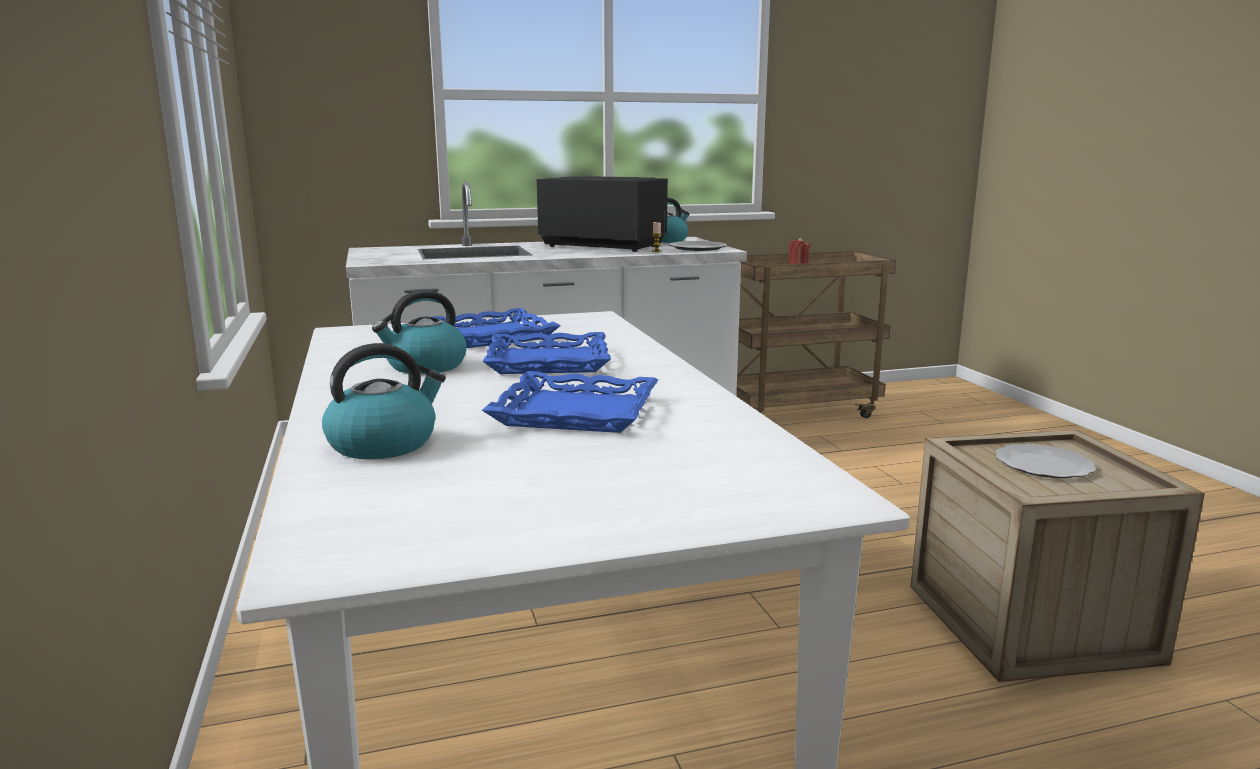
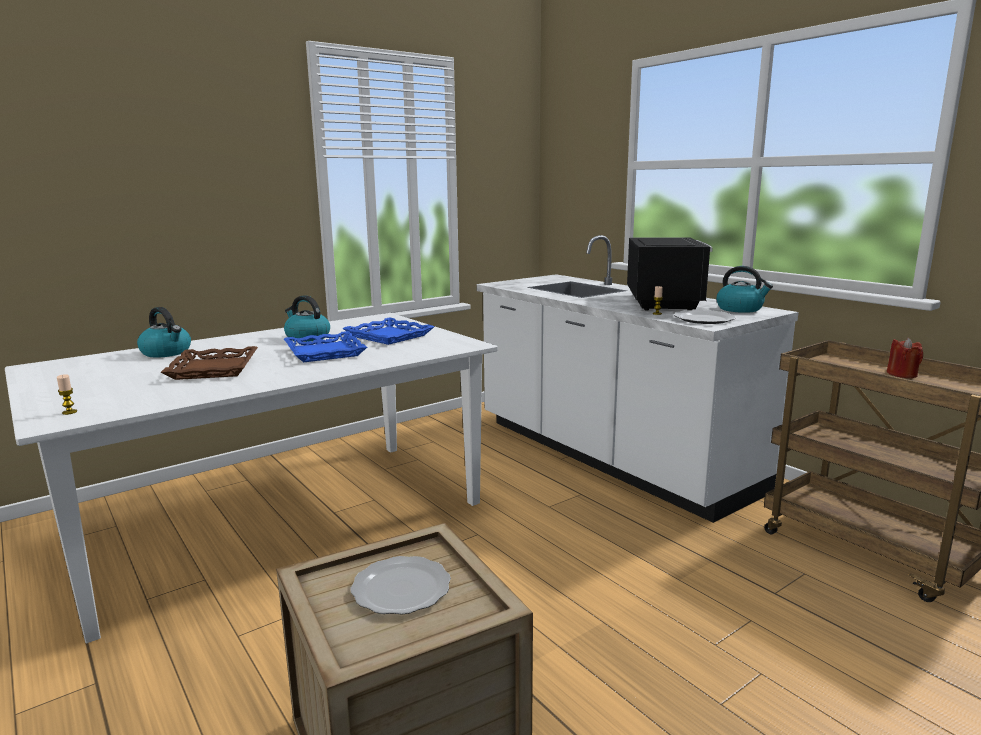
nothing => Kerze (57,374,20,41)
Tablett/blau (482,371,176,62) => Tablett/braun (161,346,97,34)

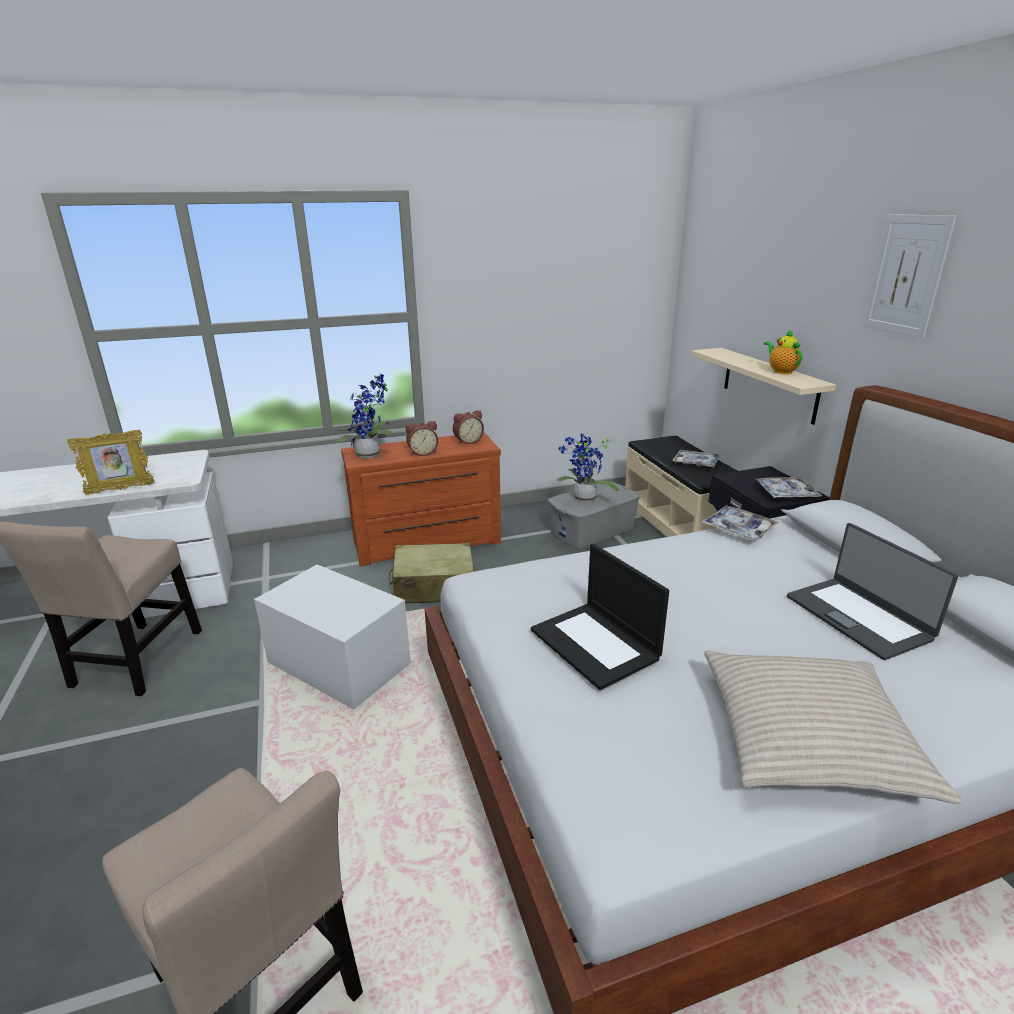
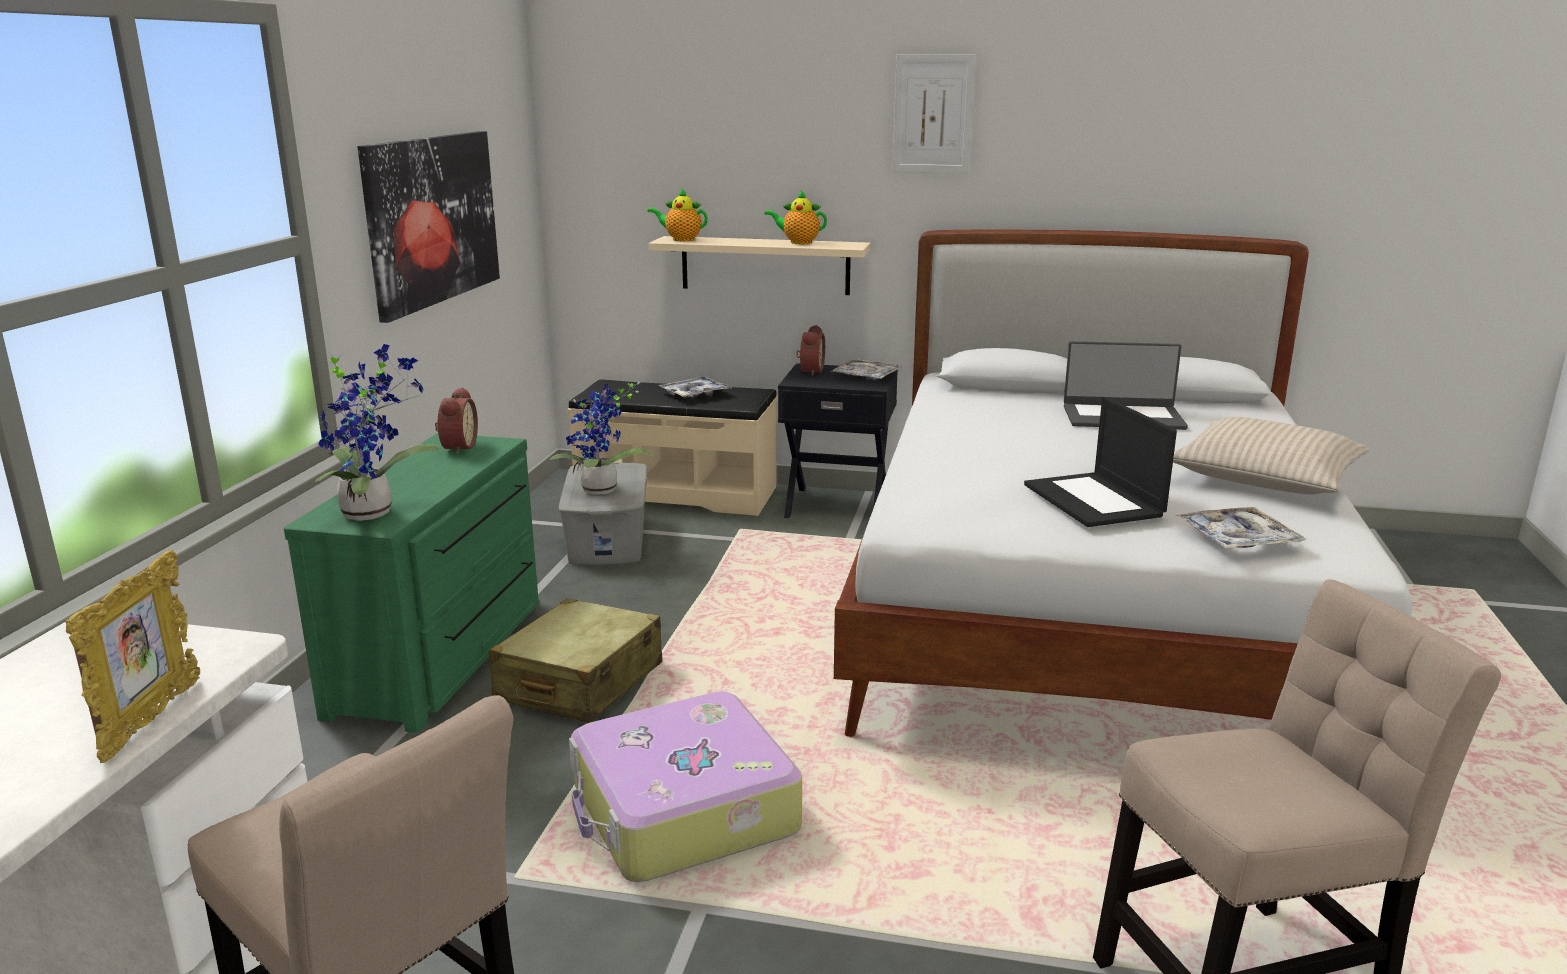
Kommode/braun (341,432,160,135) => Kommode/grün (284,433,255,300)
nothing => Bild (358,131,142,192)
Aufbewahrungsbox/weiß (254,565,157,144) => Koffer (569,691,233,191)
nothing => Teekanne (647,188,61,53)
Wecker (406,421,32,35) => Wecker (796,325,29,51), relocated
Laptop (531,543,138,147) => Laptop (1024,397,153,130), 75 degrees clockwise
Tablett (701,505,79,36) => Tablett (1175,507,131,42), relocated

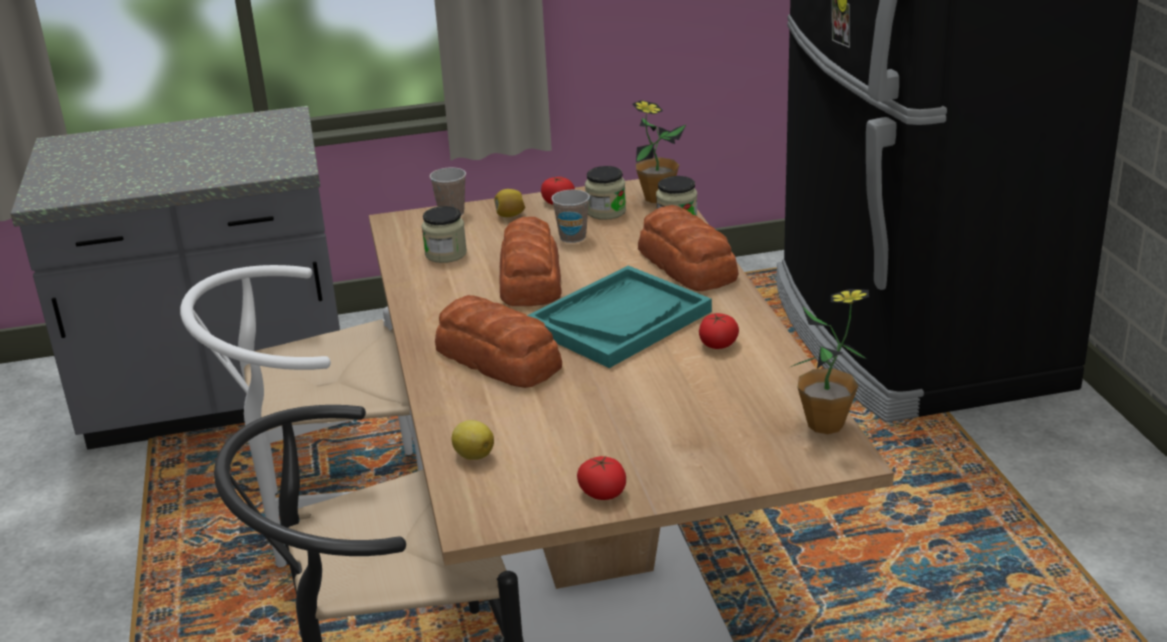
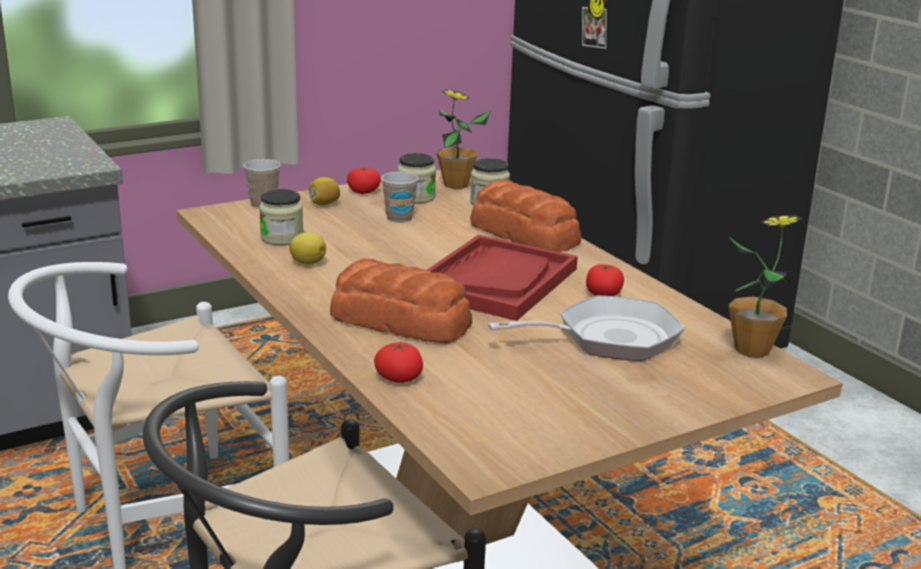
Zitrone (451,420,43,40) => Zitrone (289,233,37,32), relocated
Tomate (577,456,49,44) => Tomate (374,341,49,42), relocated
Tablett/türkis (527,266,185,102) => Tablett/rot (427,235,151,86)
nothing => Pfanne (488,295,197,66)
Brot (499,217,62,89) => nothing

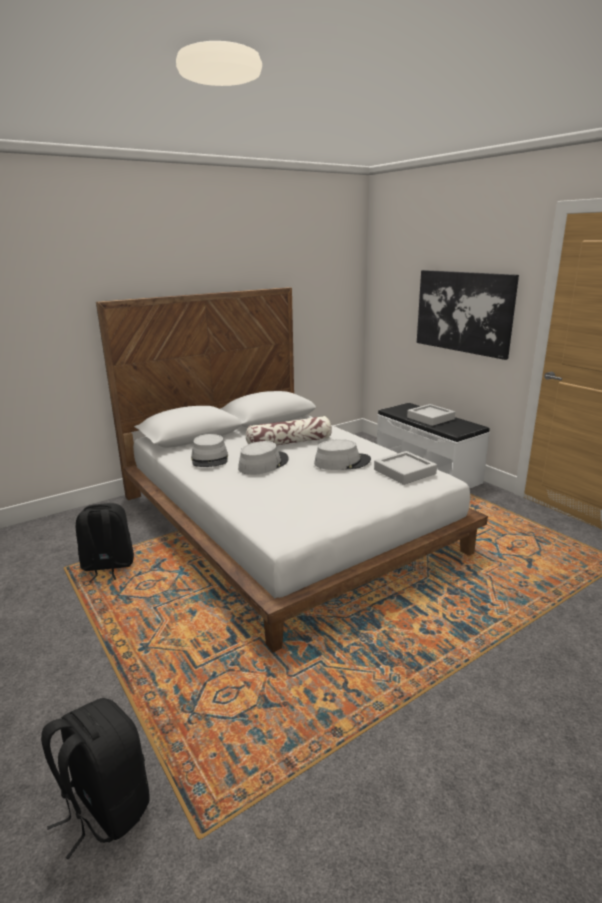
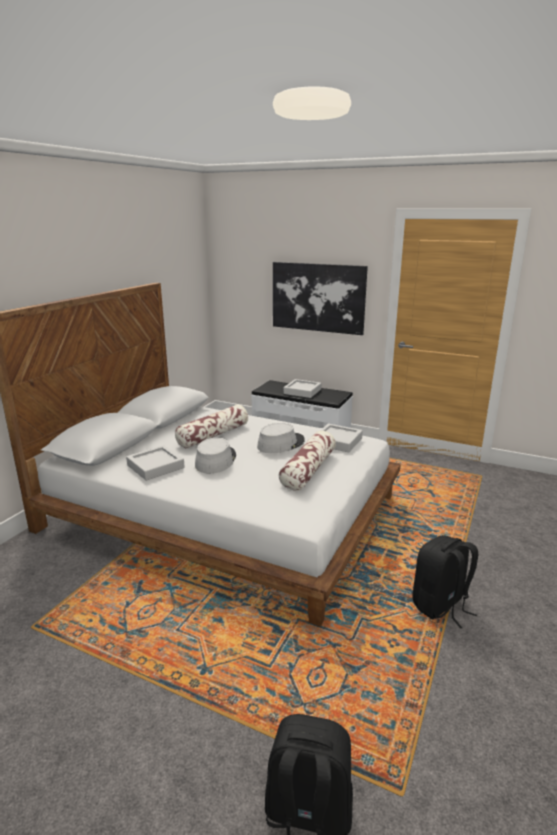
Hut/grau (191,434,37,33) => Tablett/grau (126,445,59,36)
nothing => Kissen (279,431,57,60)
Rucksack/schwarz (76,503,58,79) => Rucksack/schwarz (413,535,65,93), relocated

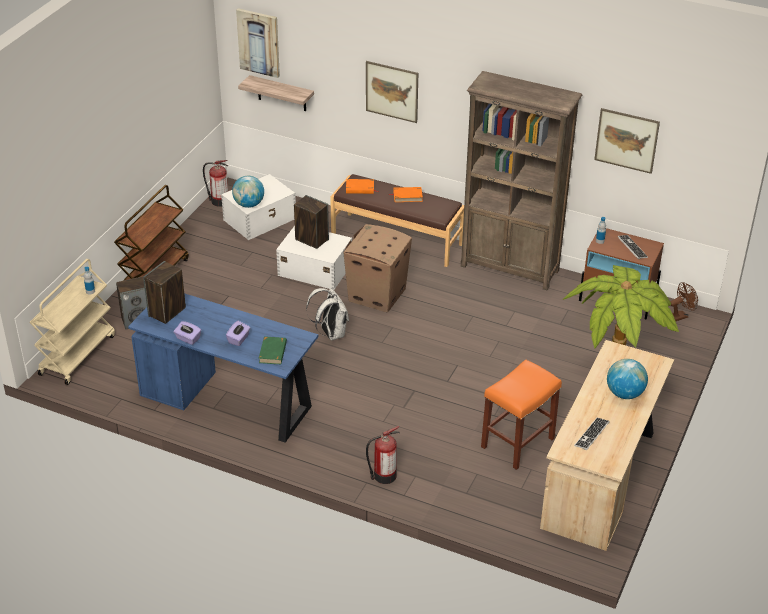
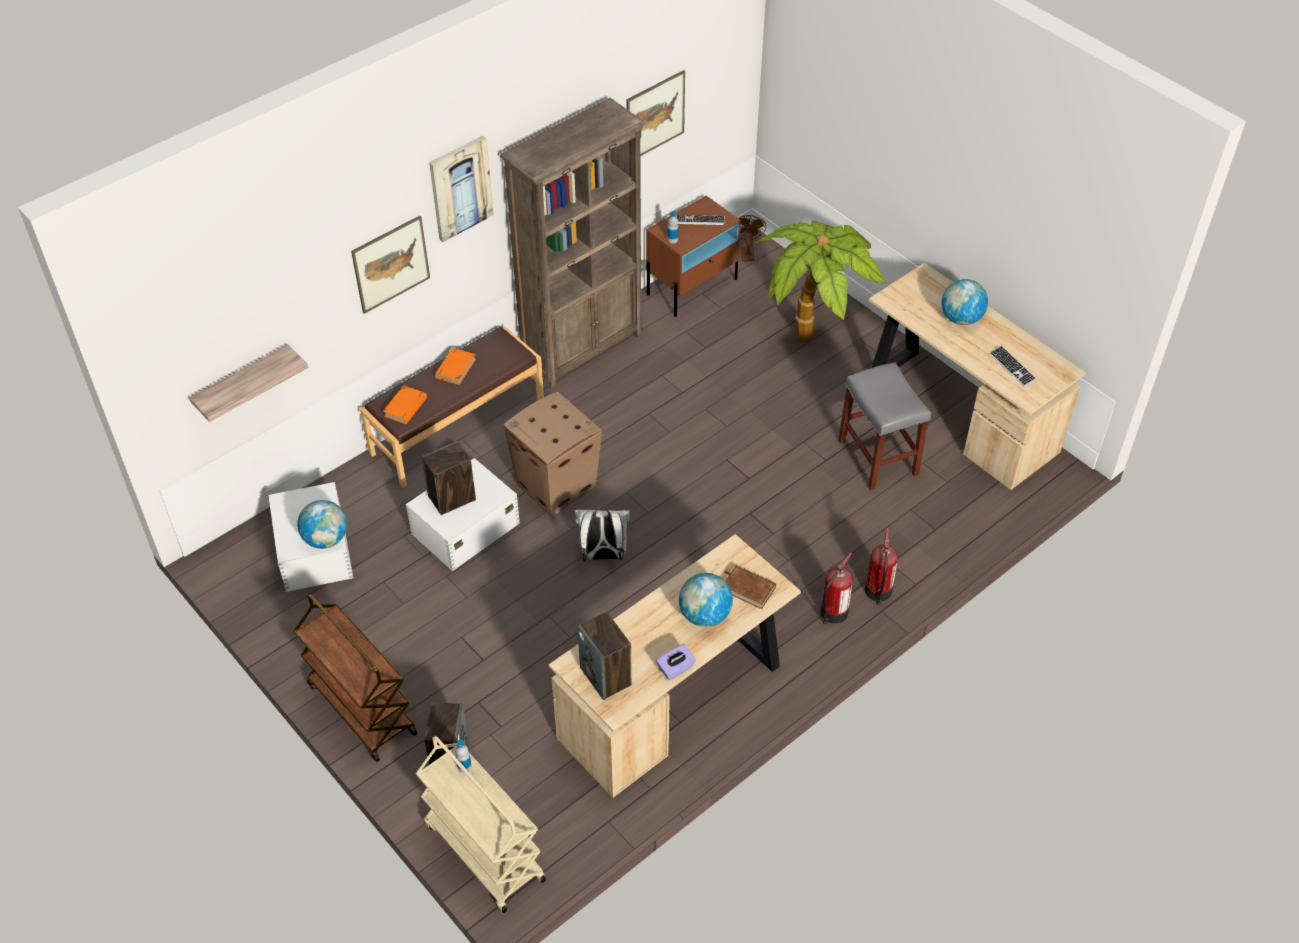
Bild (236,8,44,70) => Bild (429,136,65,106), relocated
Schreibtisch/blau (128,293,191,150) => Schreibtisch/beige (549,534,252,264)
Taschentuchbox/lila (226,321,24,25) => Globus (679,573,54,54)
Buch/grün (259,336,28,29) => Buch/braun (725,565,51,44)
Feuerlöscher (203,160,25,47) => Feuerlöscher (820,552,33,72), relocated
Hocker/orange (481,359,81,111) => Hocker/grau (838,362,93,128)

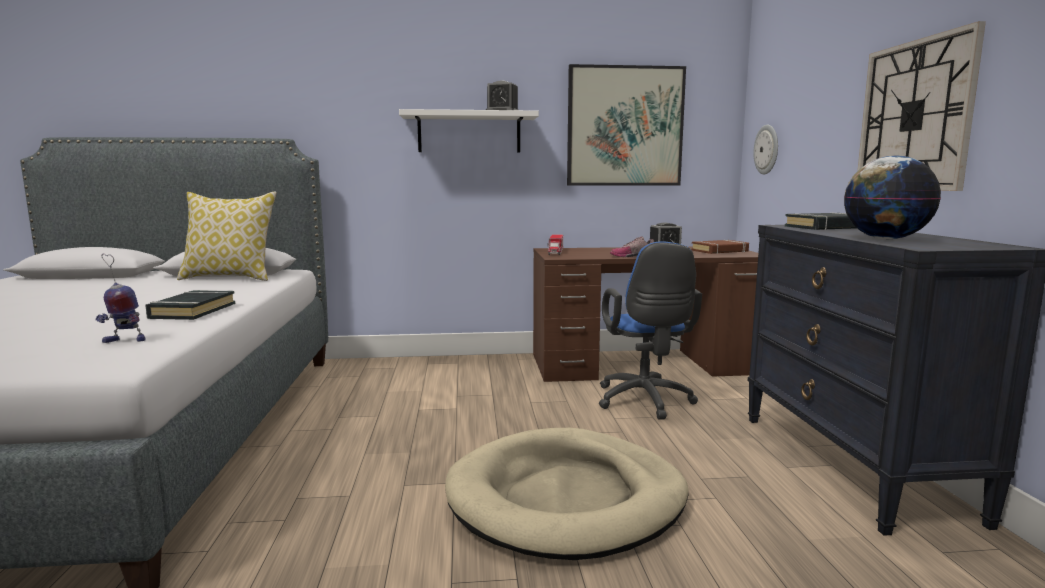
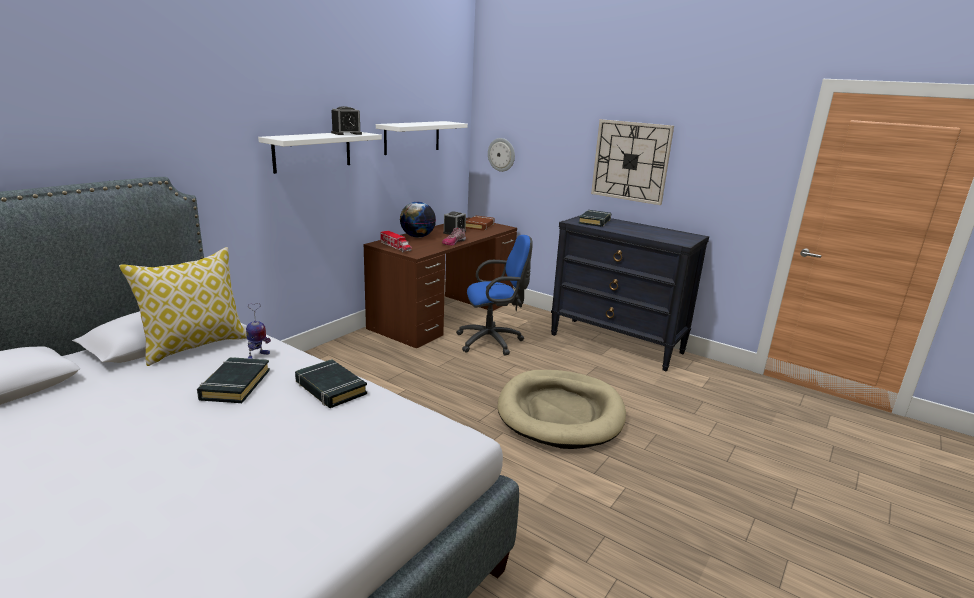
nothing => Buch/schwarz (197,357,73,46)
Spielzeugroboter (96,254,50,89) => Spielzeugroboter (246,303,25,56), relocated
Bild (567,64,119,122) => Wandregal/weiß (376,121,92,34)
Globus (844,155,97,84) => Globus (400,201,36,37), relocated
Bürostuhl/blau (599,241,103,179) => Bürostuhl/blau (456,235,77,120), 45 degrees counterclockwise

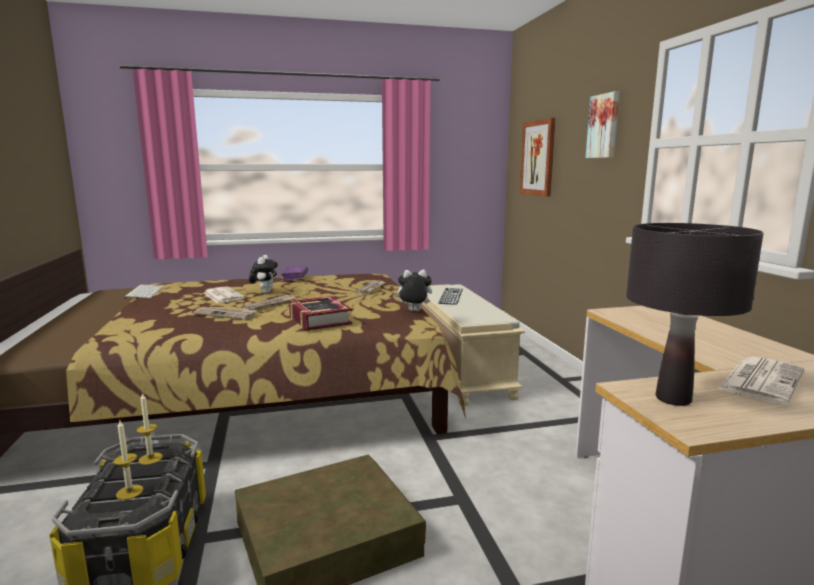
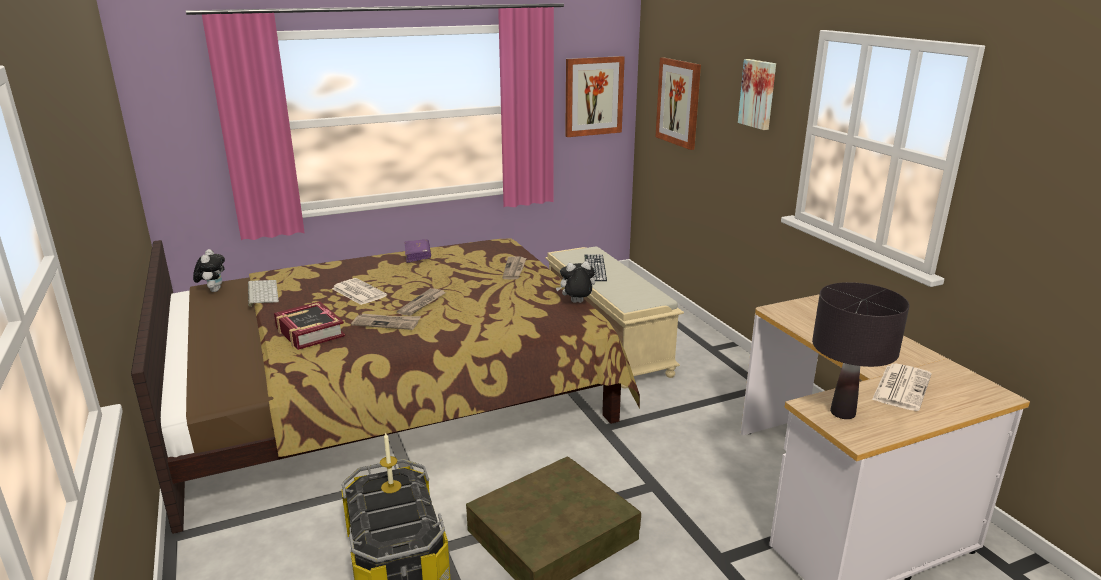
Plüschtier (249,255,29,39) => Plüschtier (193,249,32,43), relocated
Buch (289,296,63,35) => Buch (274,301,71,49), relocated
nothing => Bild (565,56,60,81)
Kerze (113,421,30,79) => nothing

